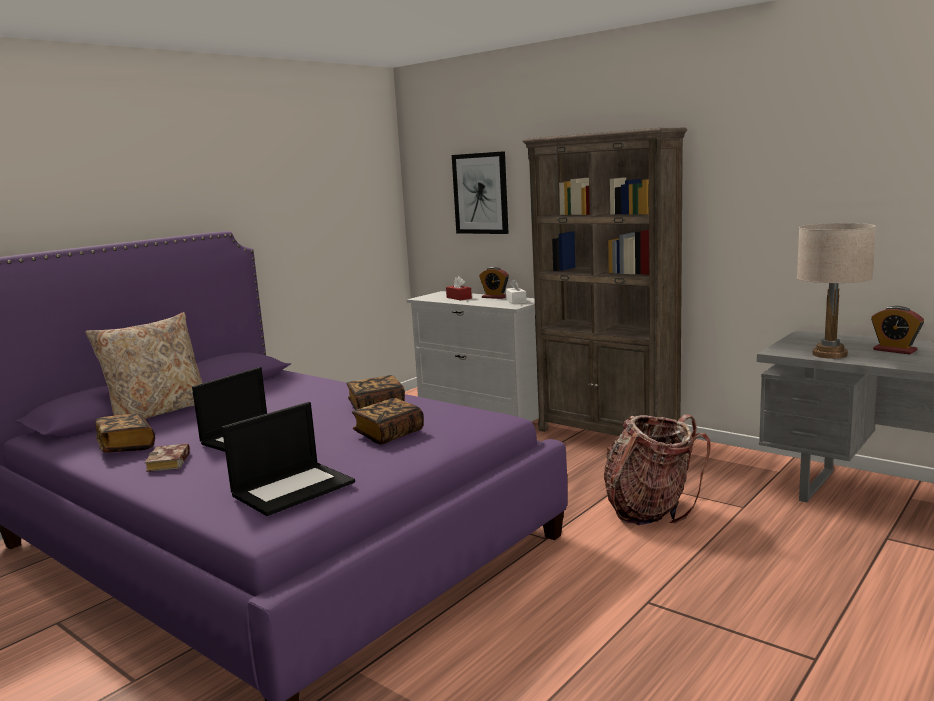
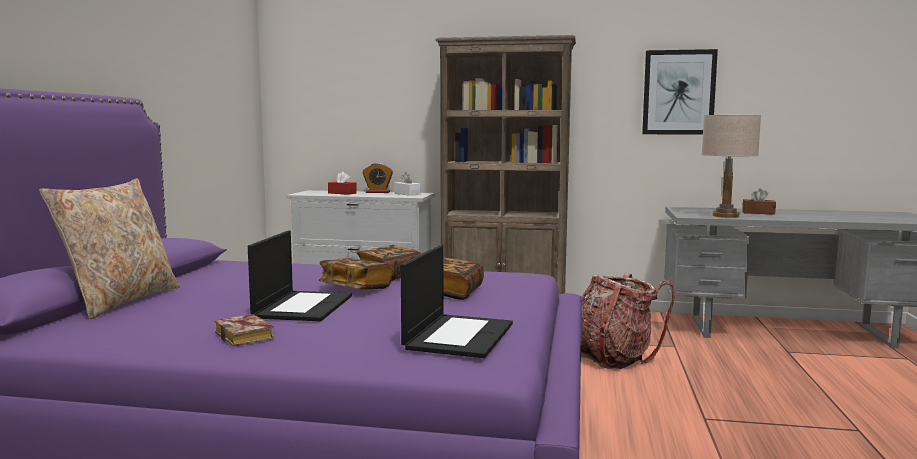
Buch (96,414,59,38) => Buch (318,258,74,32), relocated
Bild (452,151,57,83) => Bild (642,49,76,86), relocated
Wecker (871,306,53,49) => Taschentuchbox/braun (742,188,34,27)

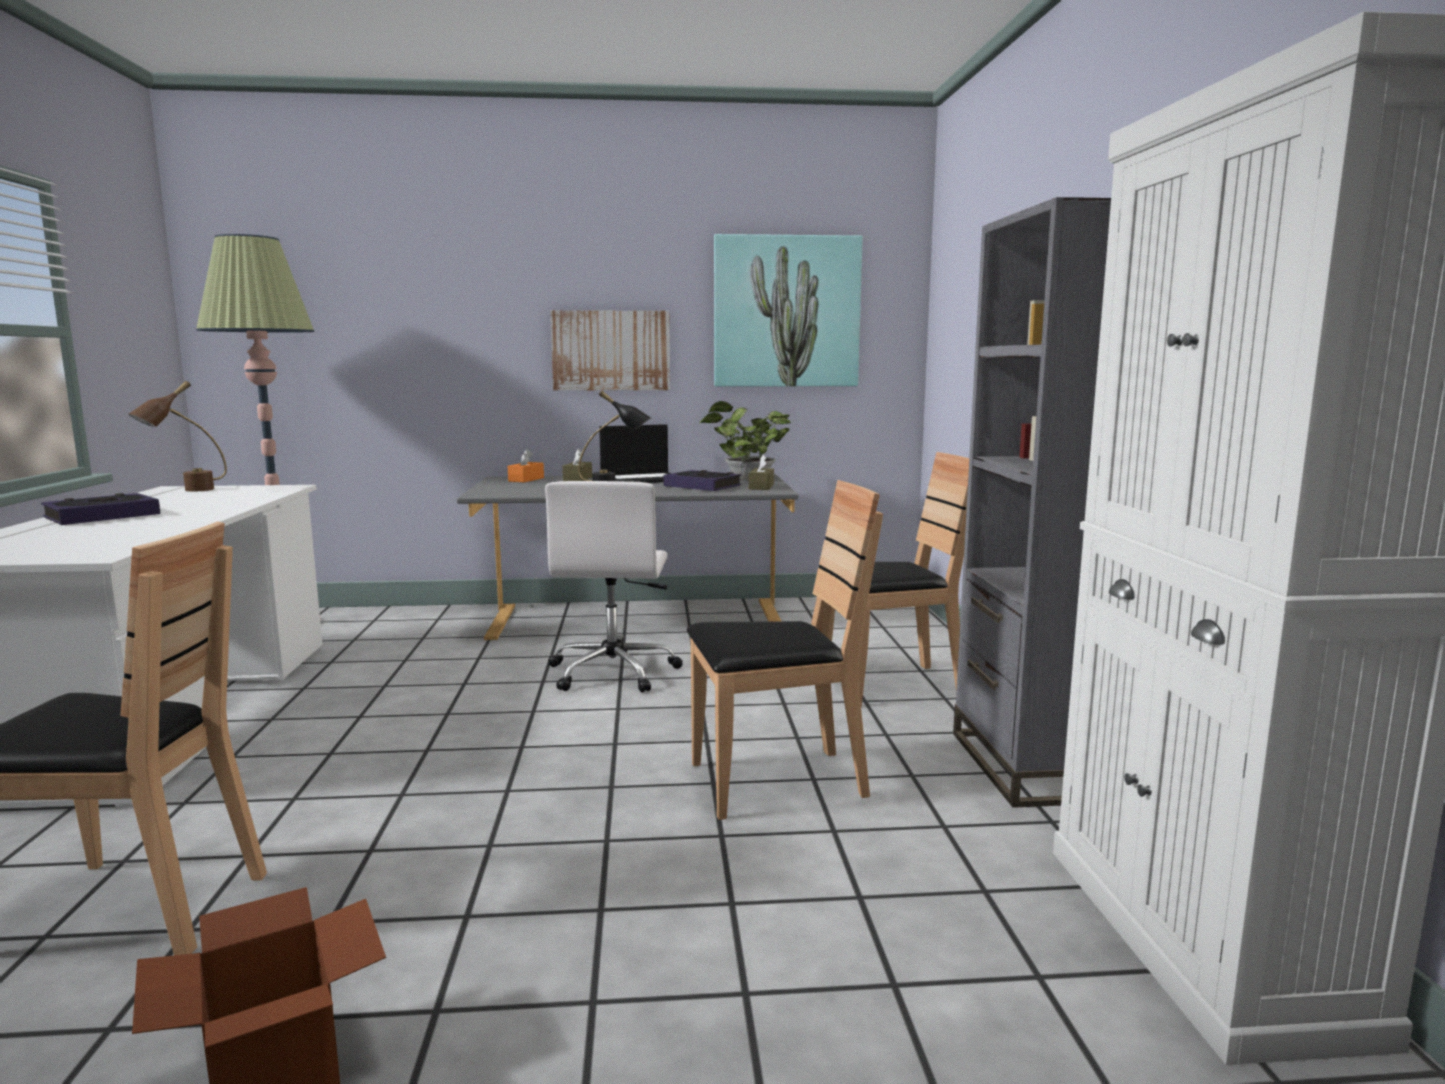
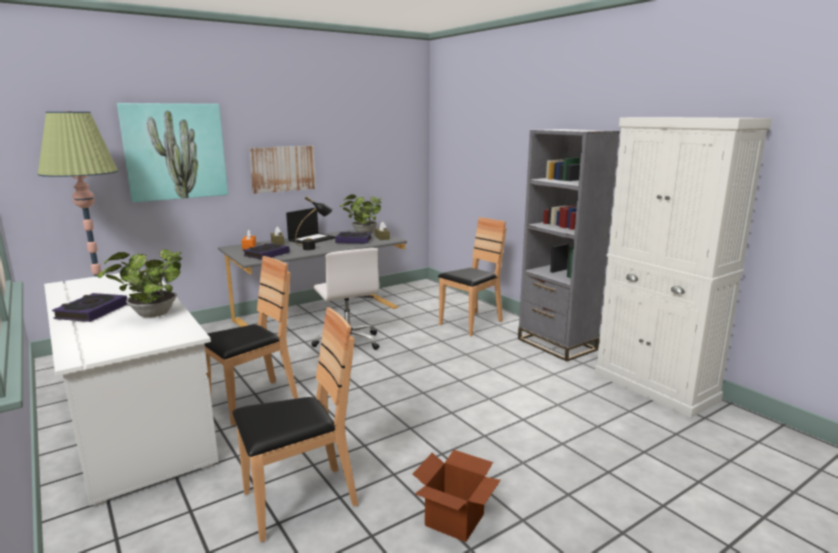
nothing => Topfpflanze (97,249,85,69)
Bild (714,234,149,153) => Bild (117,103,111,99), relocated
Stuhl/braun (687,480,196,340) => Stuhl/braun (204,256,94,170), relocated
nothing => Buch (243,243,47,17)
Tischlampe/braun (129,381,98,111) => nothing

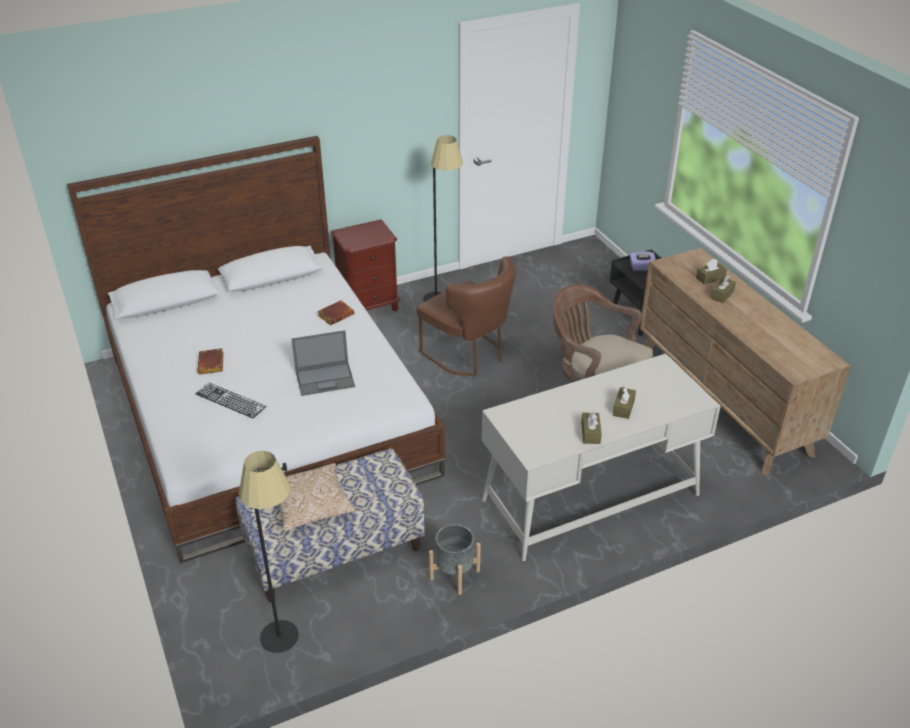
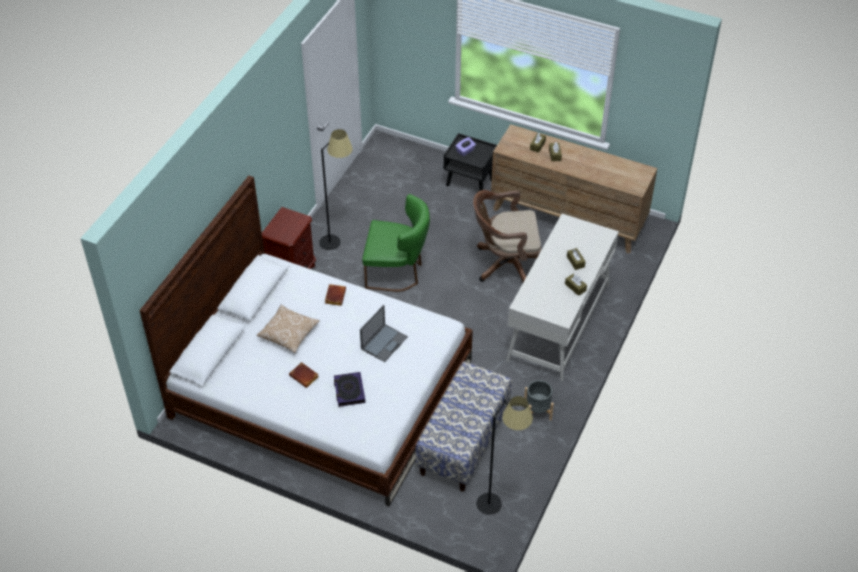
Kissen (278,463,79,69) => Kissen (257,305,63,48), relocated
Tastatur (196,383,70,35) => Buch (334,372,32,35)
Stuhl/braun (417,256,99,120) => Stuhl/grün (362,194,68,98)

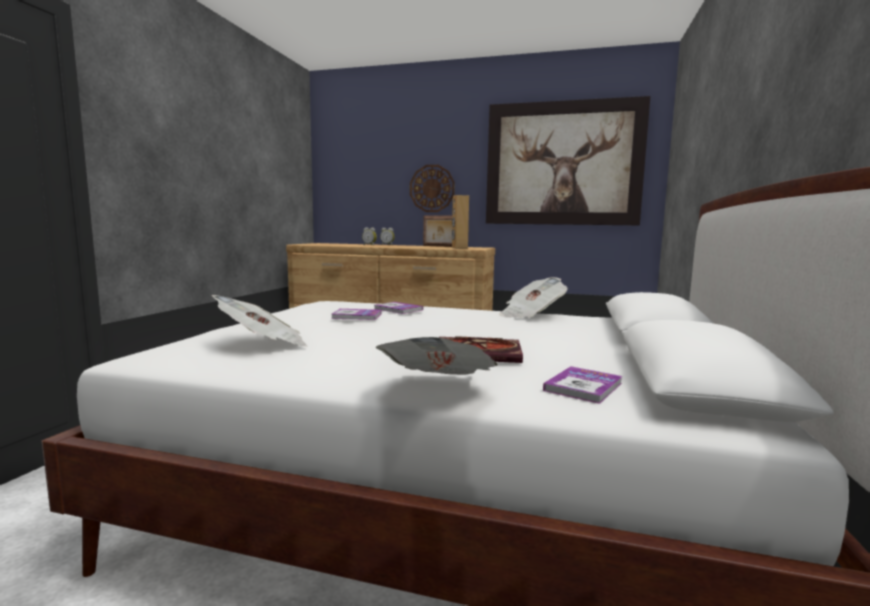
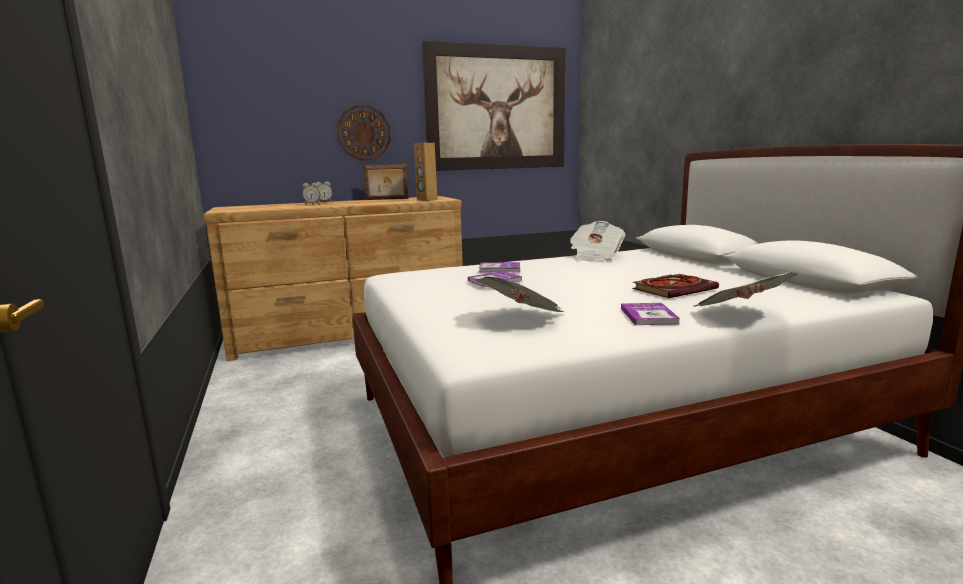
Buch (543,366,79,38) => Buch (621,303,59,22), relocated

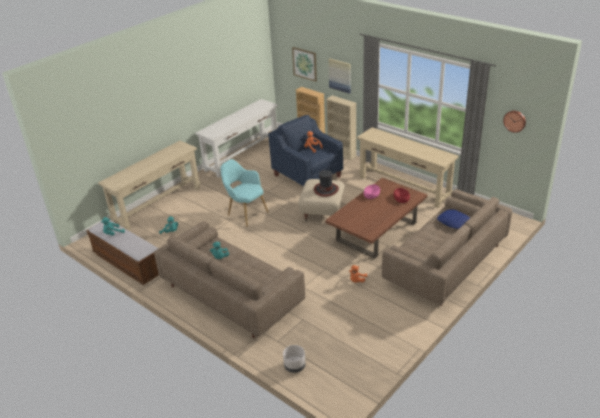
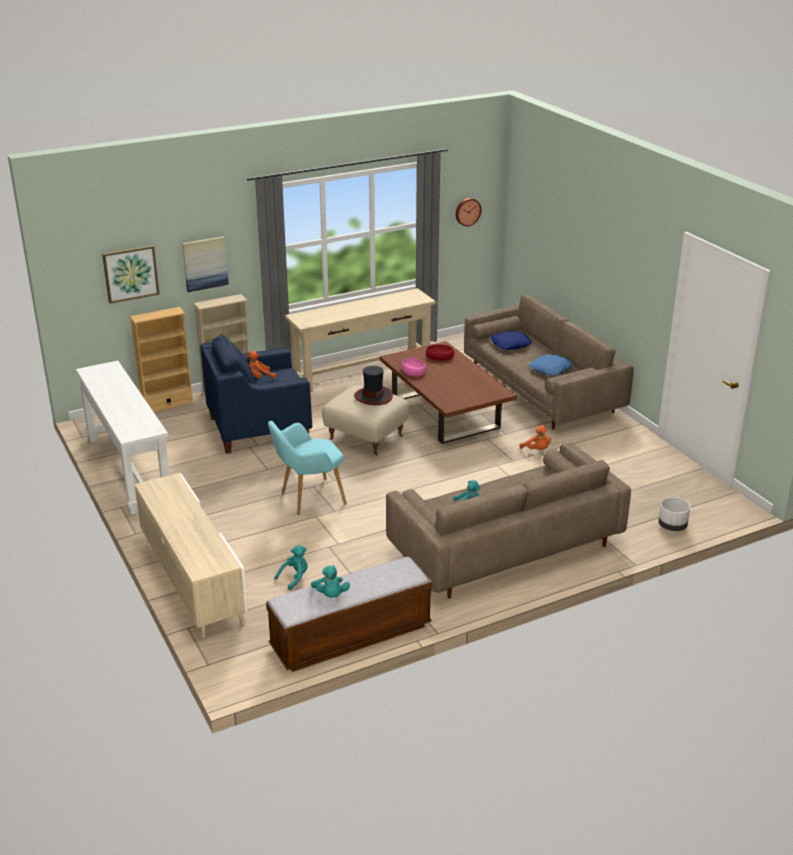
Konsolentisch/beige (98,141,102,90) => Fernsehschrank/beige (135,473,112,165)
nothing => Kissen/blau (529,354,44,22)

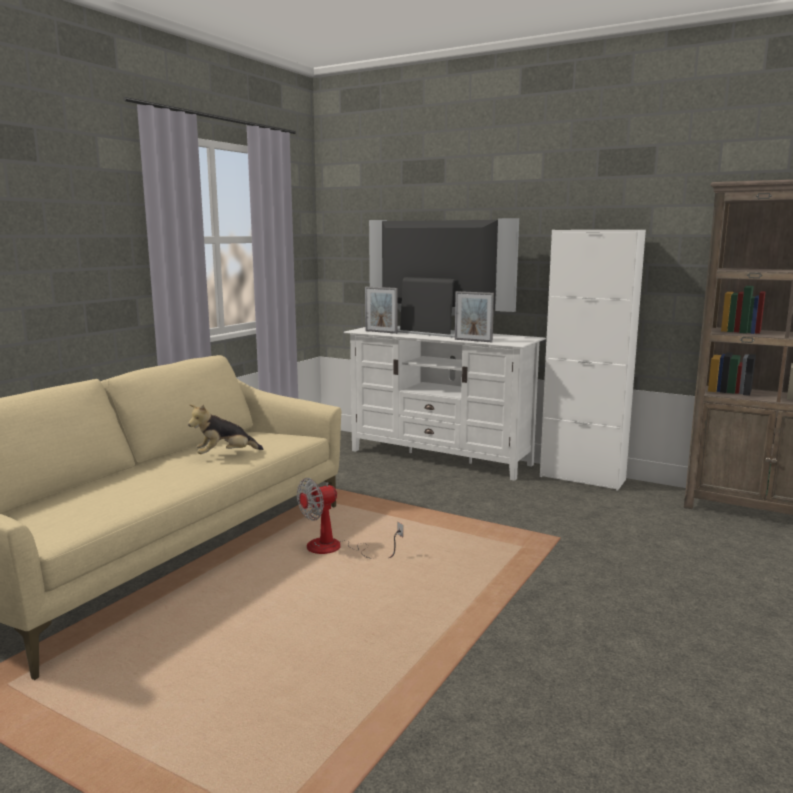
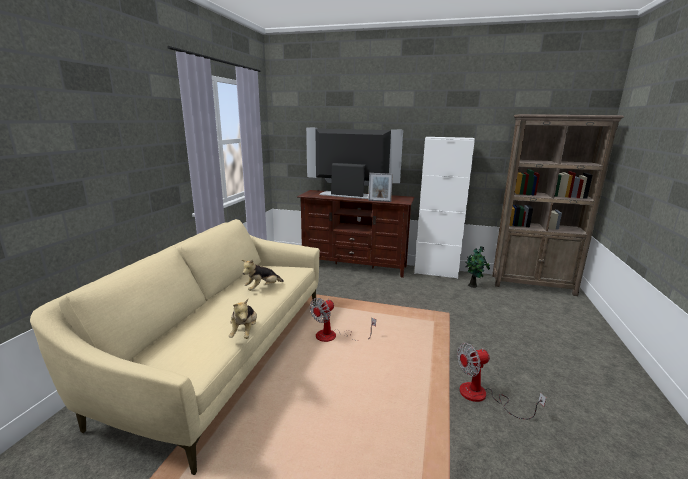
nothing => Plüschtier (229,299,28,40)
Fernsehschrank/weiß (344,327,202,154) => Fernsehschrank/braun (297,190,118,88)
nothing => Ventilator (457,343,89,76)
nothing => Topfpflanze (465,247,25,41)
Bilderrahmen (365,287,32,47) => nothing

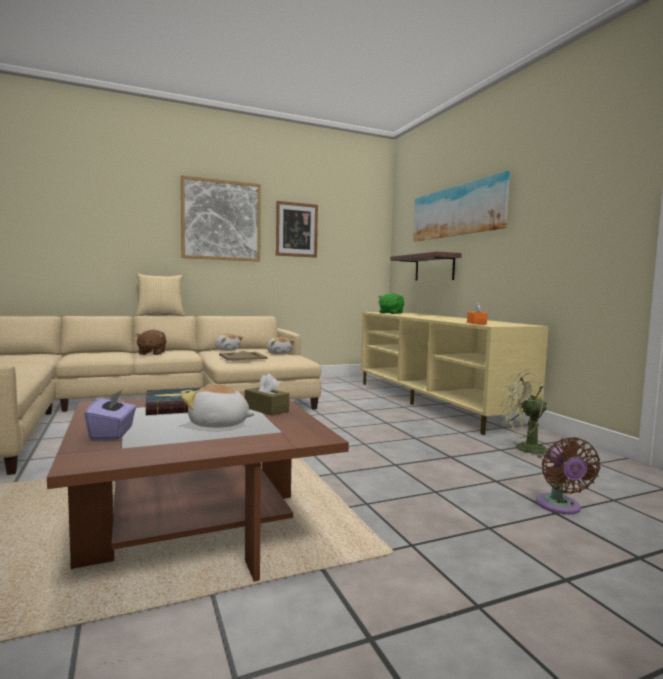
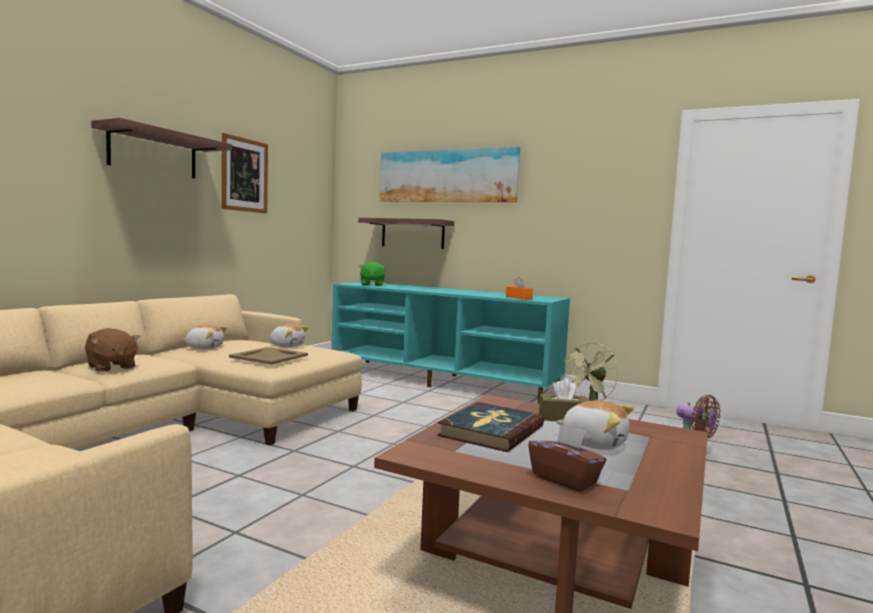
Bild (181,175,80,87) => Wandregal (91,118,141,61)
Fernsehschrank/beige (361,312,188,123) => Fernsehschrank/türkis (331,282,239,122)
Taschentuchbox/lila (84,390,52,50) => Taschentuchbox/braun (528,424,78,68)
Plüschtier (182,384,72,44) => Plüschtier (556,400,78,50), 120 degrees counterclockwise
Kissen (136,274,49,42) => nothing

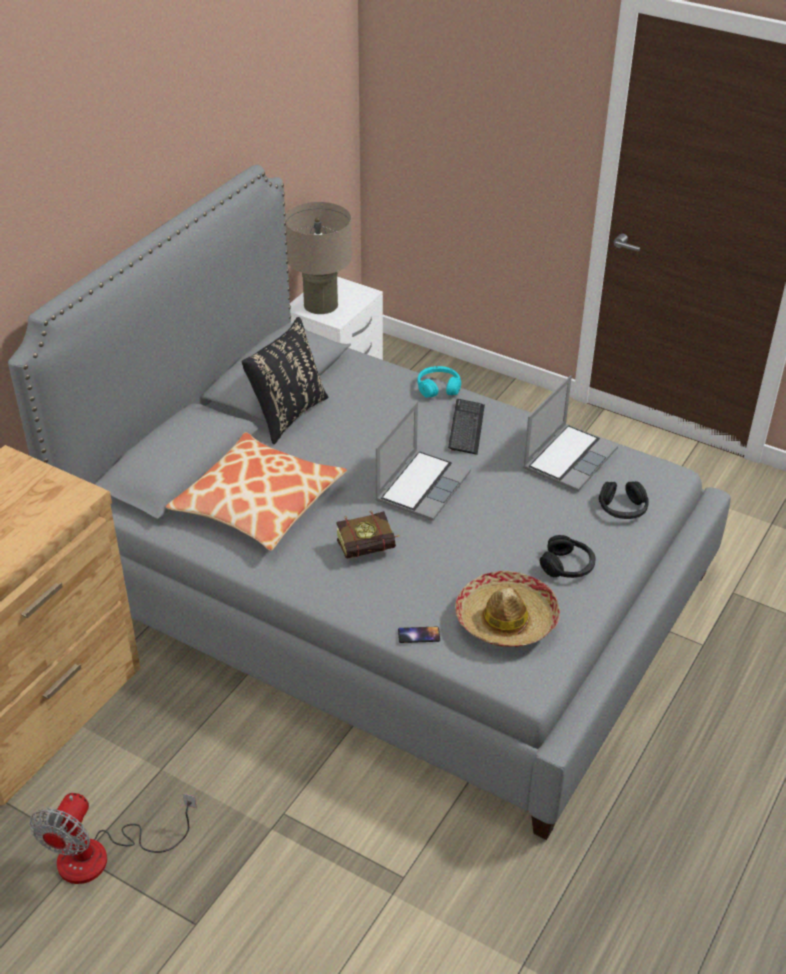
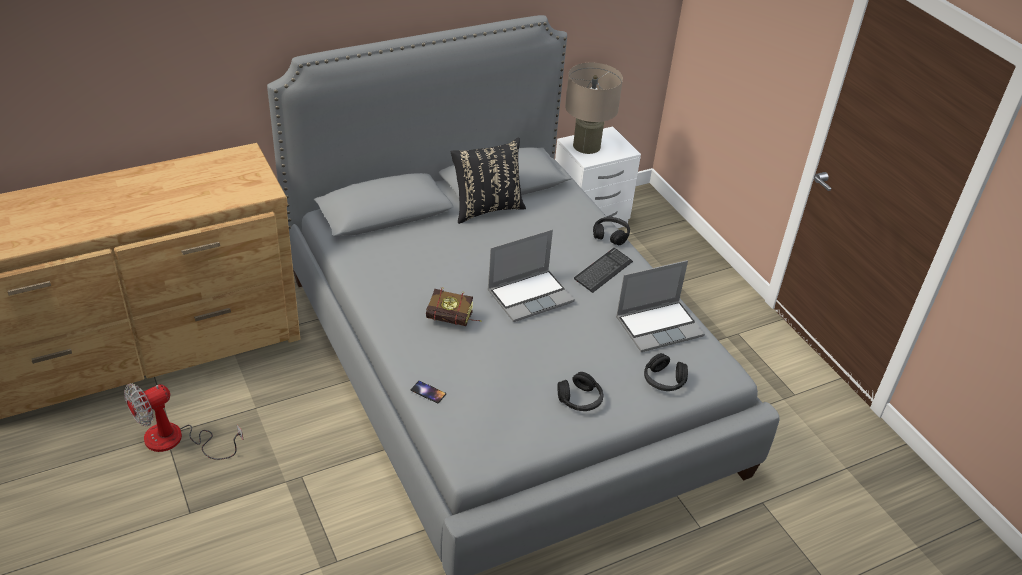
Kopfhörer/türkis (417,366,44,32) => Kopfhörer/schwarz (593,217,37,28)
Kissen (166,432,181,119) => nothing
Hut (455,571,105,76) => nothing

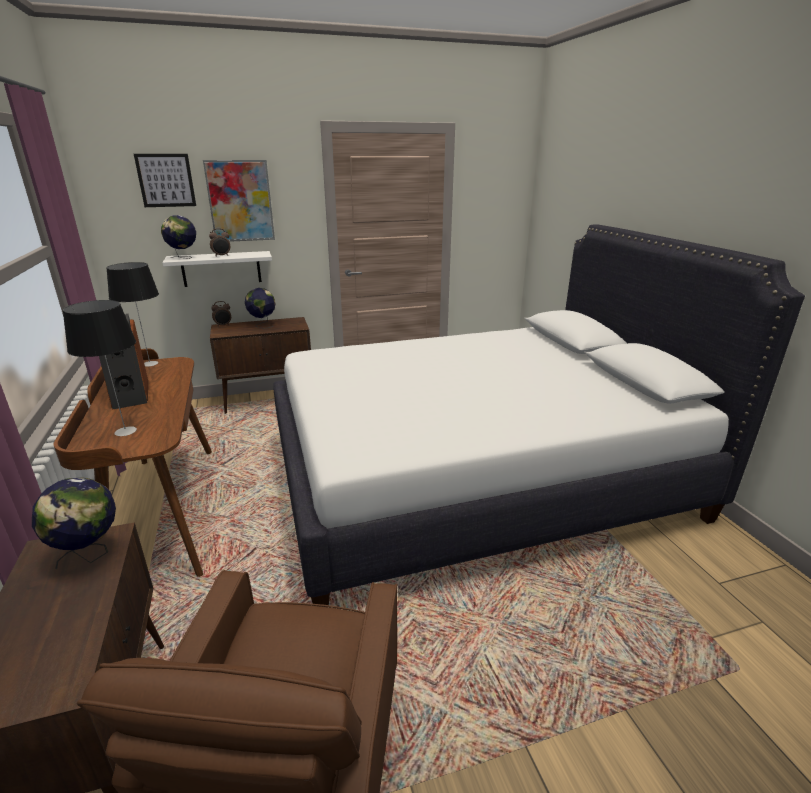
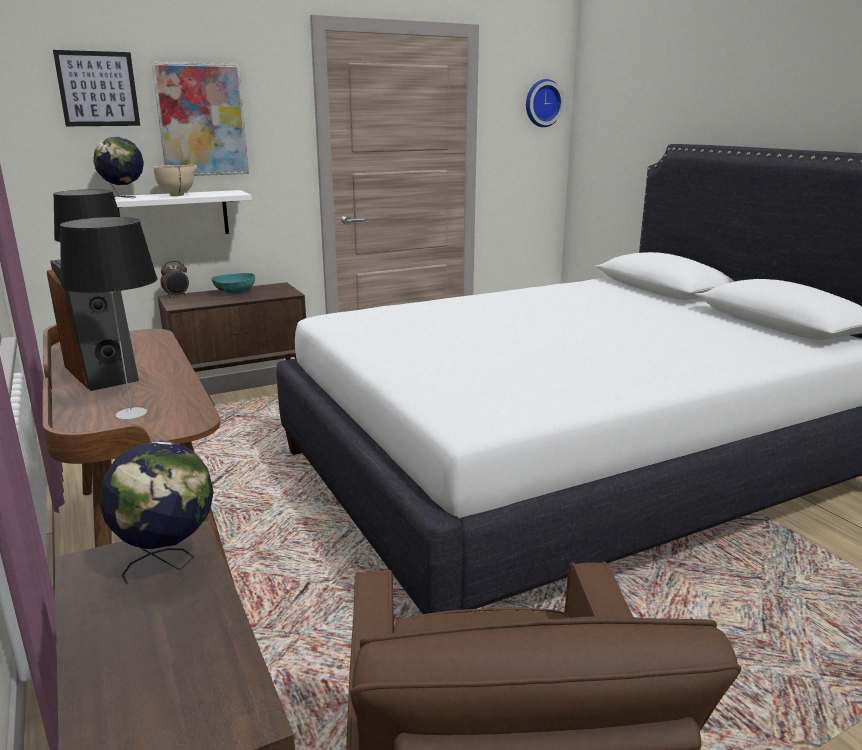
Wecker (209,228,21,29) => Schüssel/beige (154,165,43,31)
Globus (245,288,30,40) => Schüssel/türkis (211,273,44,21)
nothing => Wanduhr (526,79,38,48)

